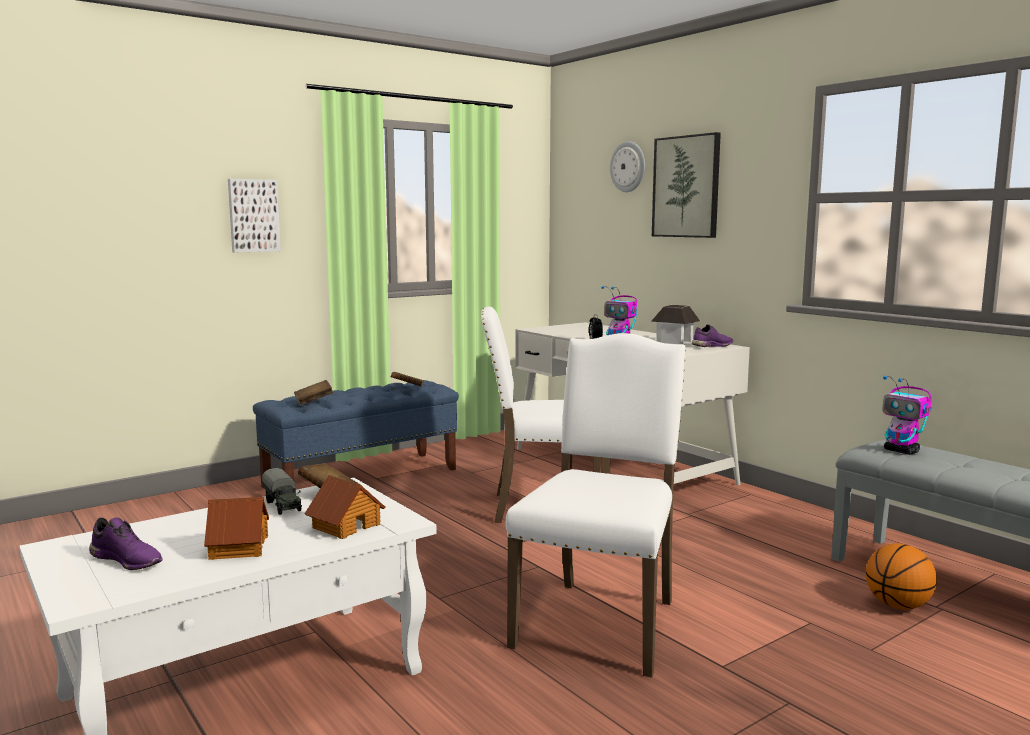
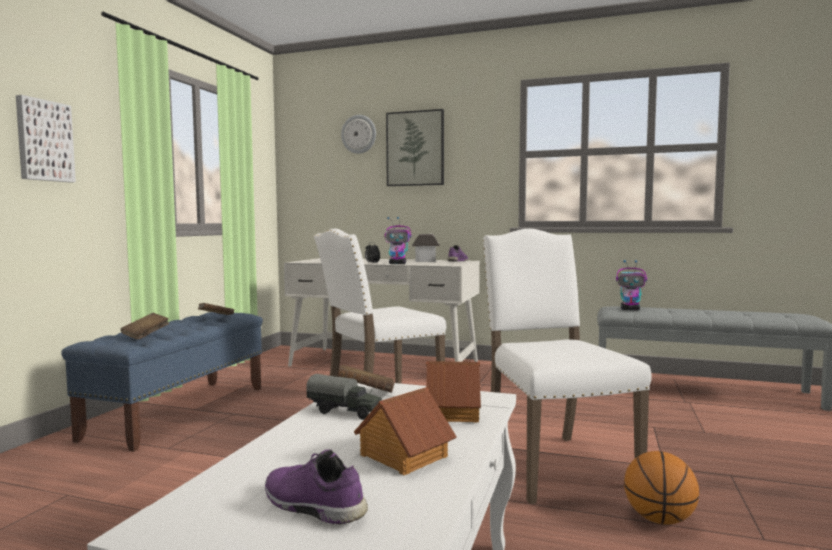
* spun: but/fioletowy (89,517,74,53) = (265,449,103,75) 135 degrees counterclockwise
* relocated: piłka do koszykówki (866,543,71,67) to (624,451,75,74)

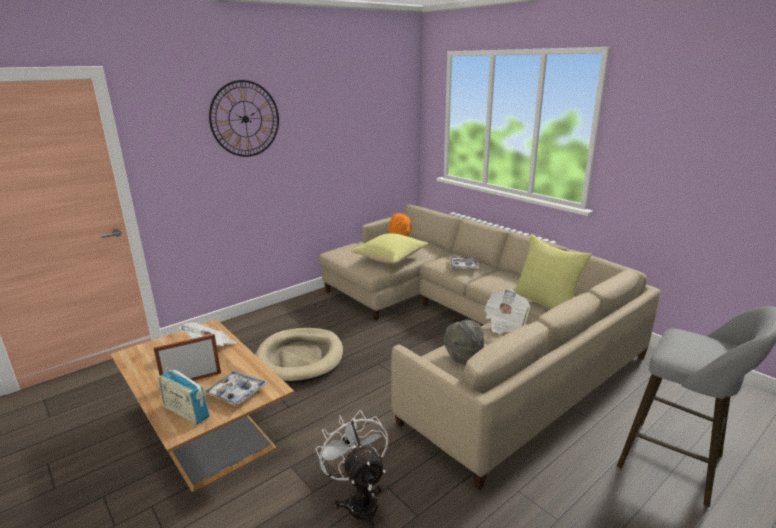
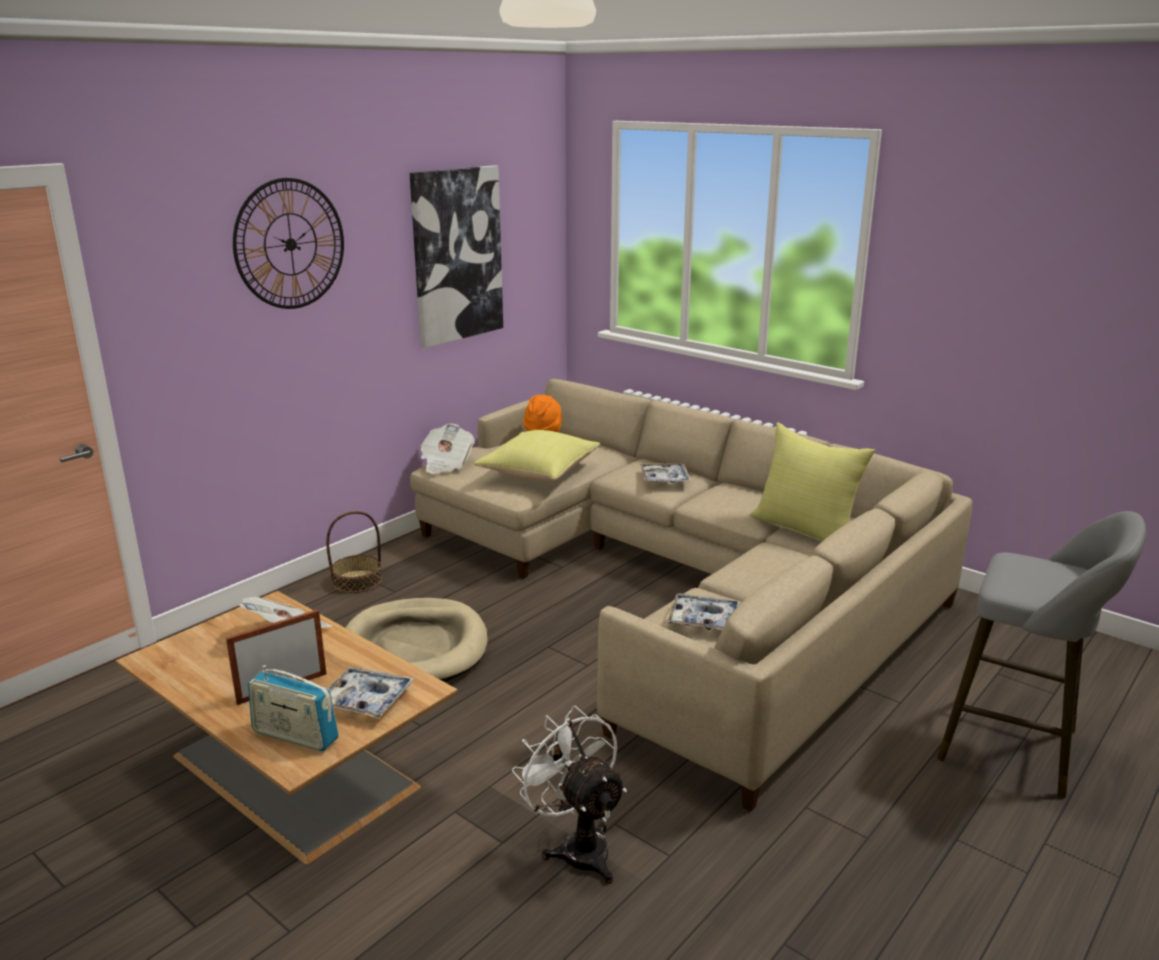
* exchanged: kapelusz/szary (443,320,41,45) to taca (665,593,76,37)
* relocated: gazeta (484,289,47,44) to (420,424,55,50)
* appeared: koszyk (326,511,56,82)
* appeared: obraz (410,165,93,183)

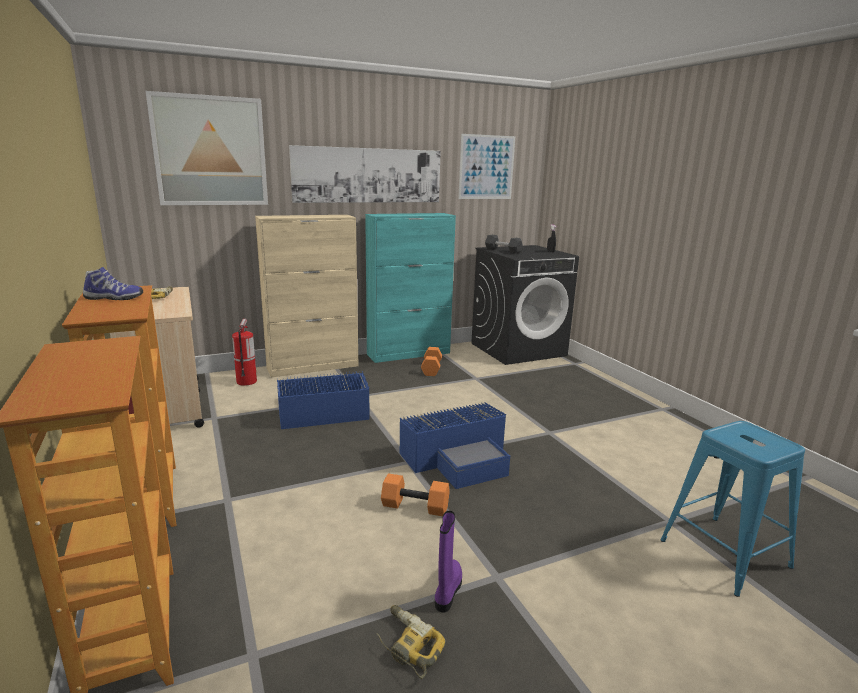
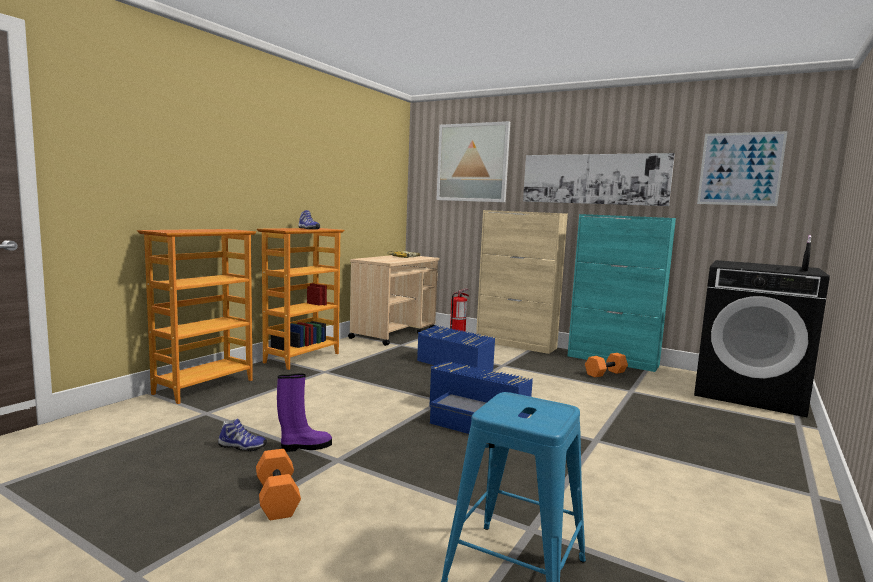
* exchanged: wiertarka (376,605,69,74) to but (218,418,49,33)
* relocated: hantel/pomarańczowy (381,473,69,43) to (256,449,45,71)
* missing: hantel/czarny (485,235,38,18)

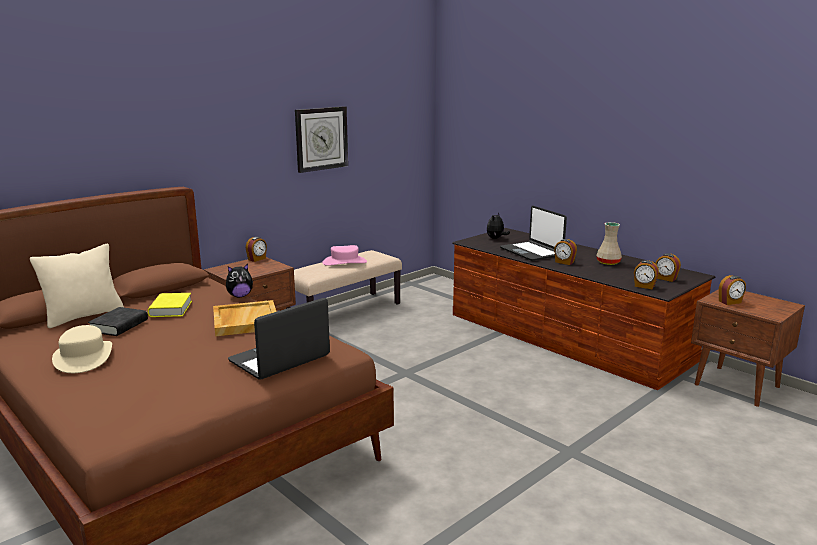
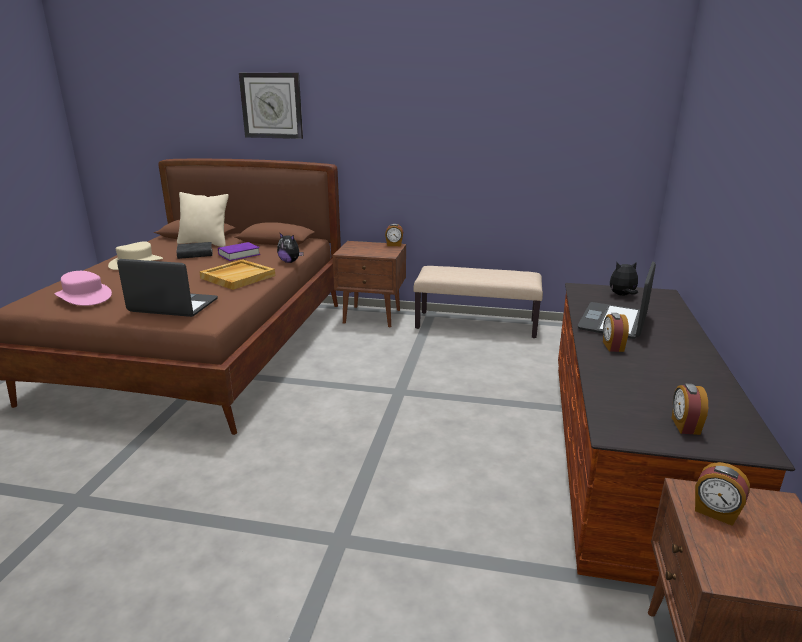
* colour: książka/żółty (148,293,44,24) to książka/fioletowy (218,242,42,19)
* relocated: zegar ścienny (295,106,53,67) to (239,73,64,66)
* relocated: kapelusz/różowy (322,245,45,21) to (54,271,58,35)
* missing: wazon/beżowy (596,222,26,43)
* missing: budzik (634,260,25,29)

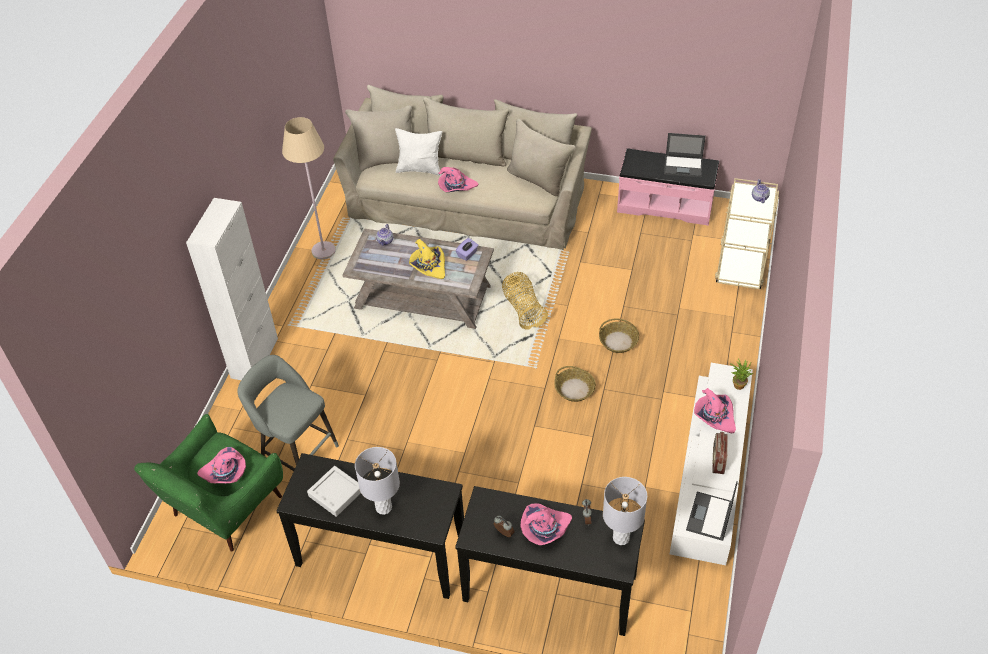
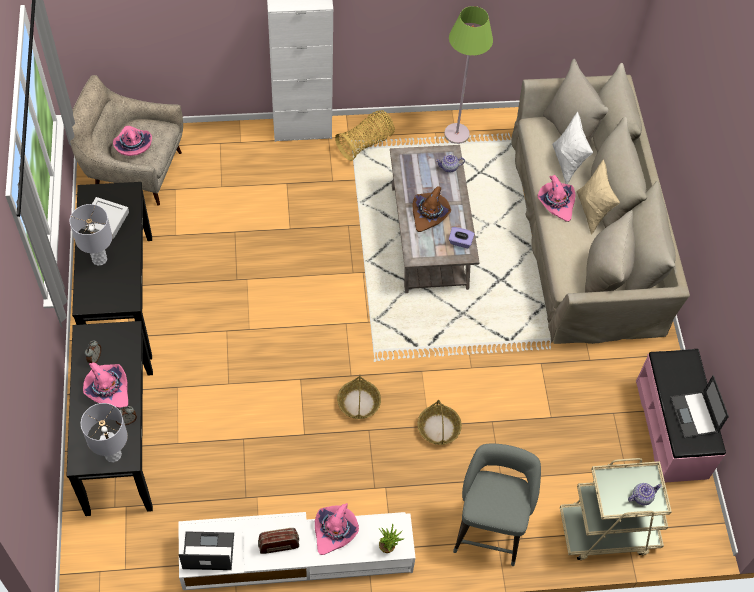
* colour: fotel/zielony (134,414,149,138) to fotel/beżowy (70,75,113,131)
* relocated: stołek/szary (237,355,102,116) to (453,444,88,122)
* colour: lampa stojąca/beżowy (282,117,54,143) to lampa stojąca/zielony (444,6,49,138)
* colour: kapelusz/żółty (409,239,36,40) to kapelusz/brązowy (413,186,38,46)
* relocated: koszyk (502,272,46,58) to (335,110,60,51)
* appeared: poduszka/beżowy (577,159,43,75)

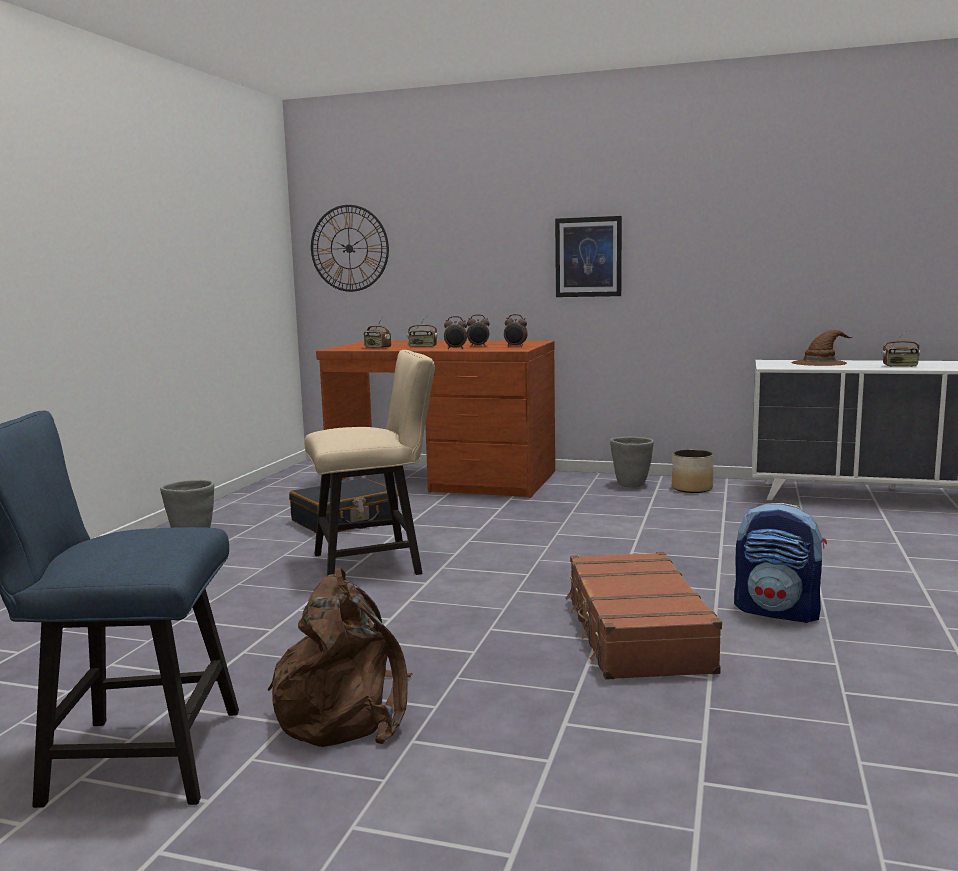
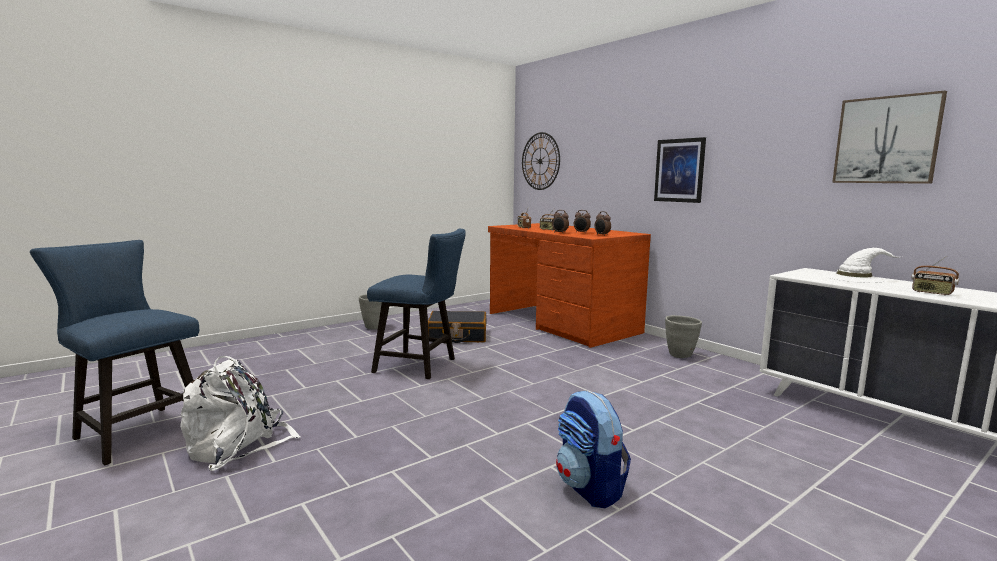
* colour: plecak/brązowy (268,568,145,179) to plecak/biały (180,356,121,115)
* colour: krzesło/beżowy (304,350,131,225) to krzesło/niebieski (367,229,99,150)
* missing: walizka/brązowy (565,552,157,128)
* missing: donica (672,449,41,44)
* colour: kapelusz/brązowy (791,330,63,36) to kapelusz/biały (824,248,75,35)
* appeared: obraz (832,91,115,93)

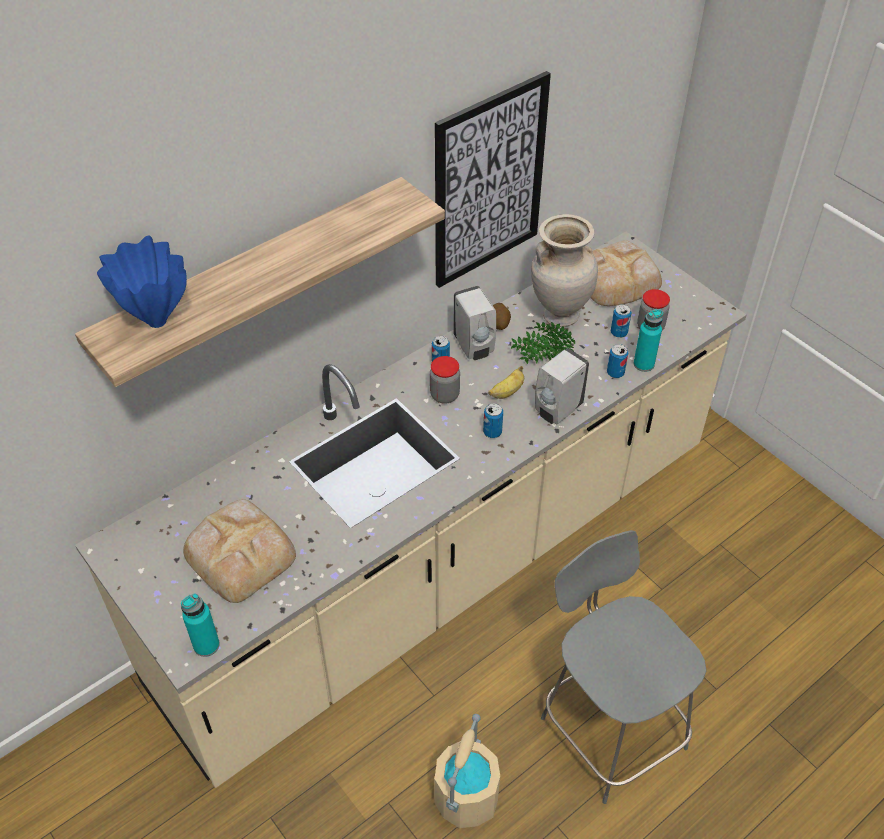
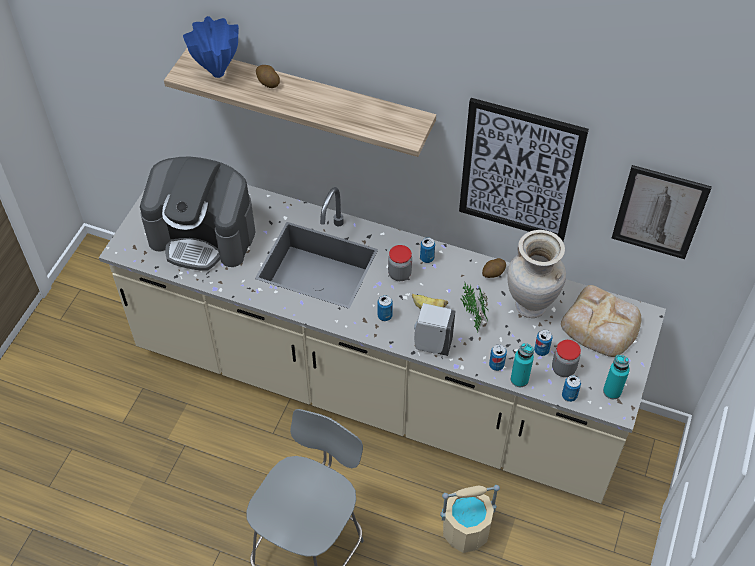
* relocated: butelka/turkusowy (181,593,39,64) to (603,355,27,44)
* exchanged: chleb (183,499,113,104) to ekspres do kawy (140,157,115,114)
* relocated: wiadro/beżowy (434,714,66,114) to (440,485,60,68)
* missing: dozownik mydła/biały (453,286,43,74)
* appeared: ziemniak (256,65,24,23)
* appeared: puszka (562,375,19,27)
* appeared: obraz (612,165,100,94)

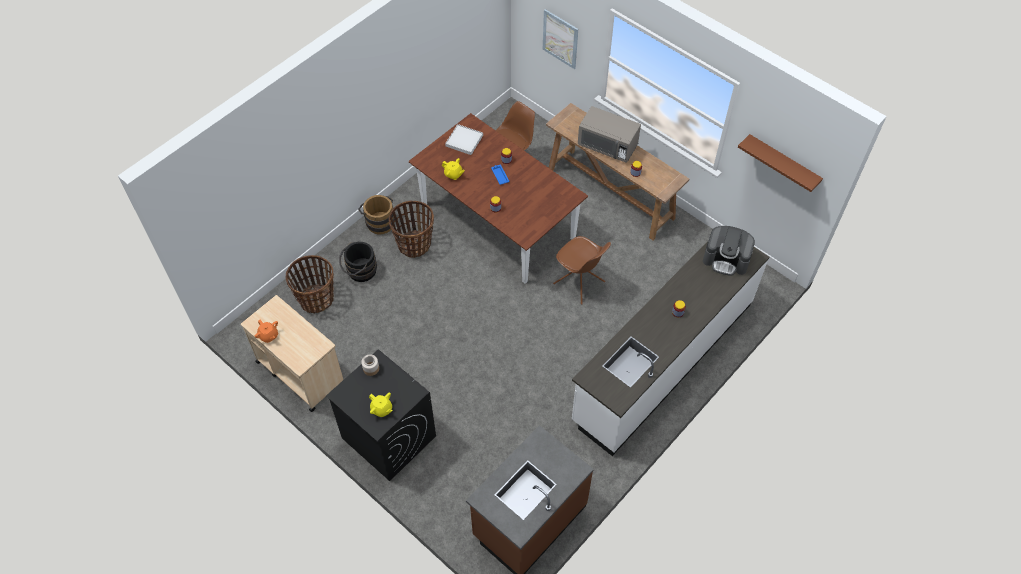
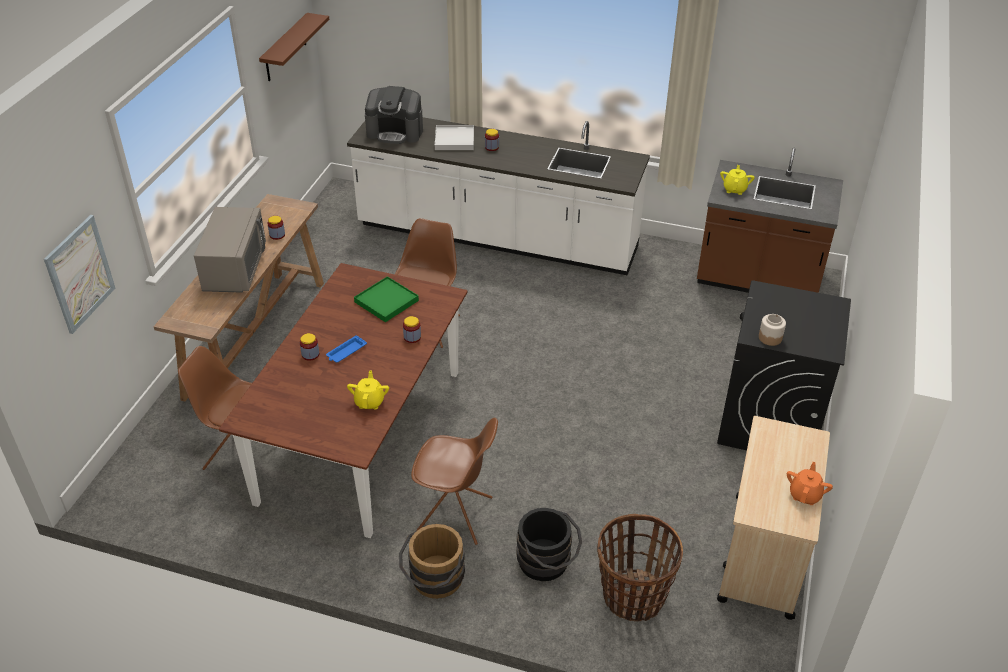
* relocated: imbryk/żółty (369,392,23,25) to (720,165,35,30)
* exchanged: koszyk (389,201,45,57) to krzesło/brązowy (411,418,87,127)
* relocated: taca/biały (445,124,38,31) to (435,125,39,25)
* spun: ekspres do kawy (703,226,52,50) = (365,86,58,58) 105 degrees clockwise
* appeared: taca/zielony (354,276,65,46)

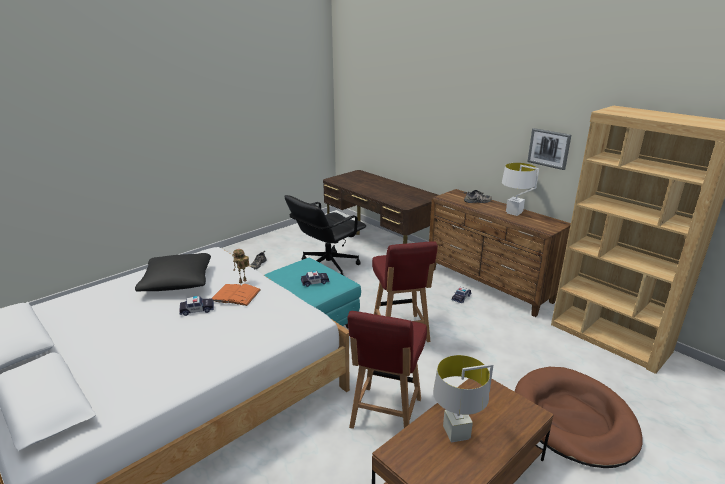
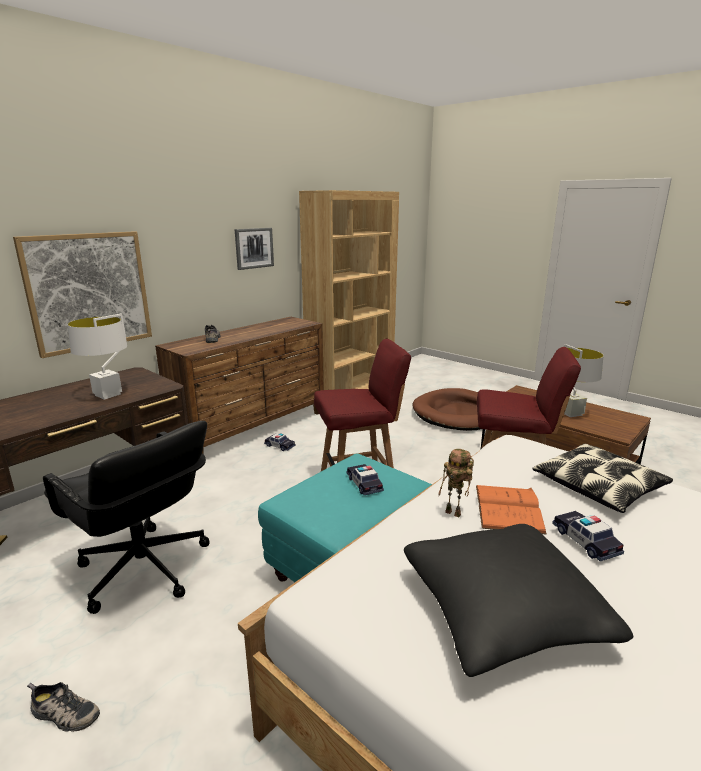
* relocated: lampa stołowa/biały (502,163,37,53) to (68,313,59,87)
* appeared: obraz (13,231,139,127)
* appeared: poduszka (532,444,141,69)

